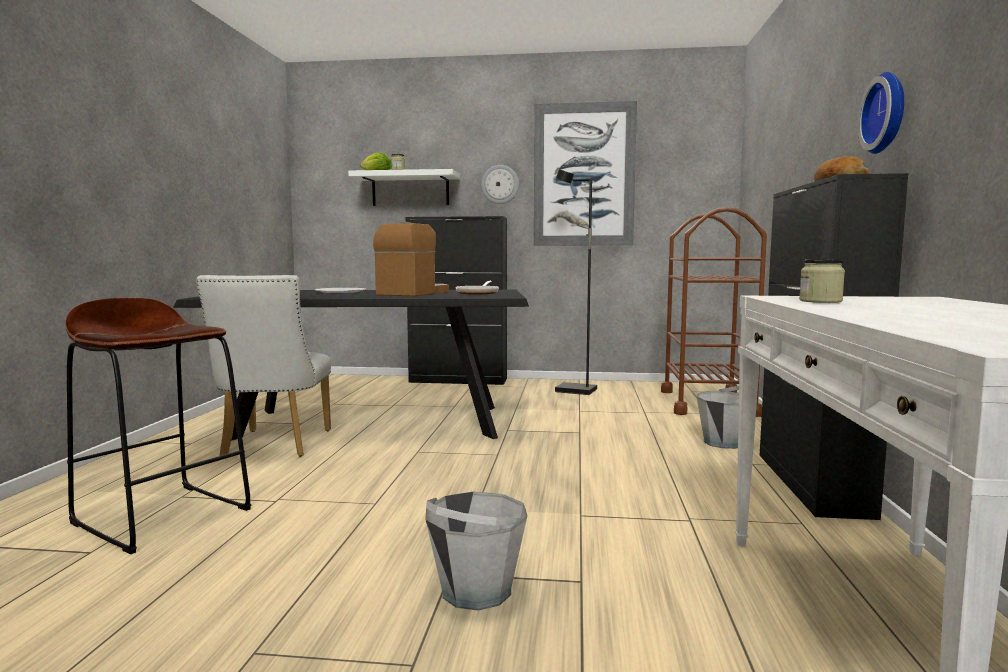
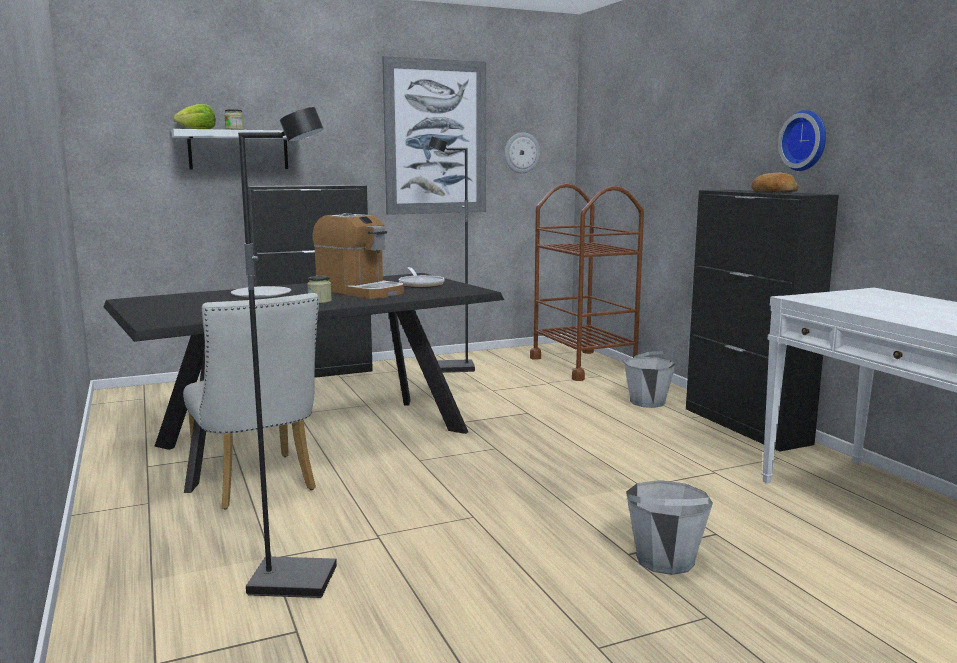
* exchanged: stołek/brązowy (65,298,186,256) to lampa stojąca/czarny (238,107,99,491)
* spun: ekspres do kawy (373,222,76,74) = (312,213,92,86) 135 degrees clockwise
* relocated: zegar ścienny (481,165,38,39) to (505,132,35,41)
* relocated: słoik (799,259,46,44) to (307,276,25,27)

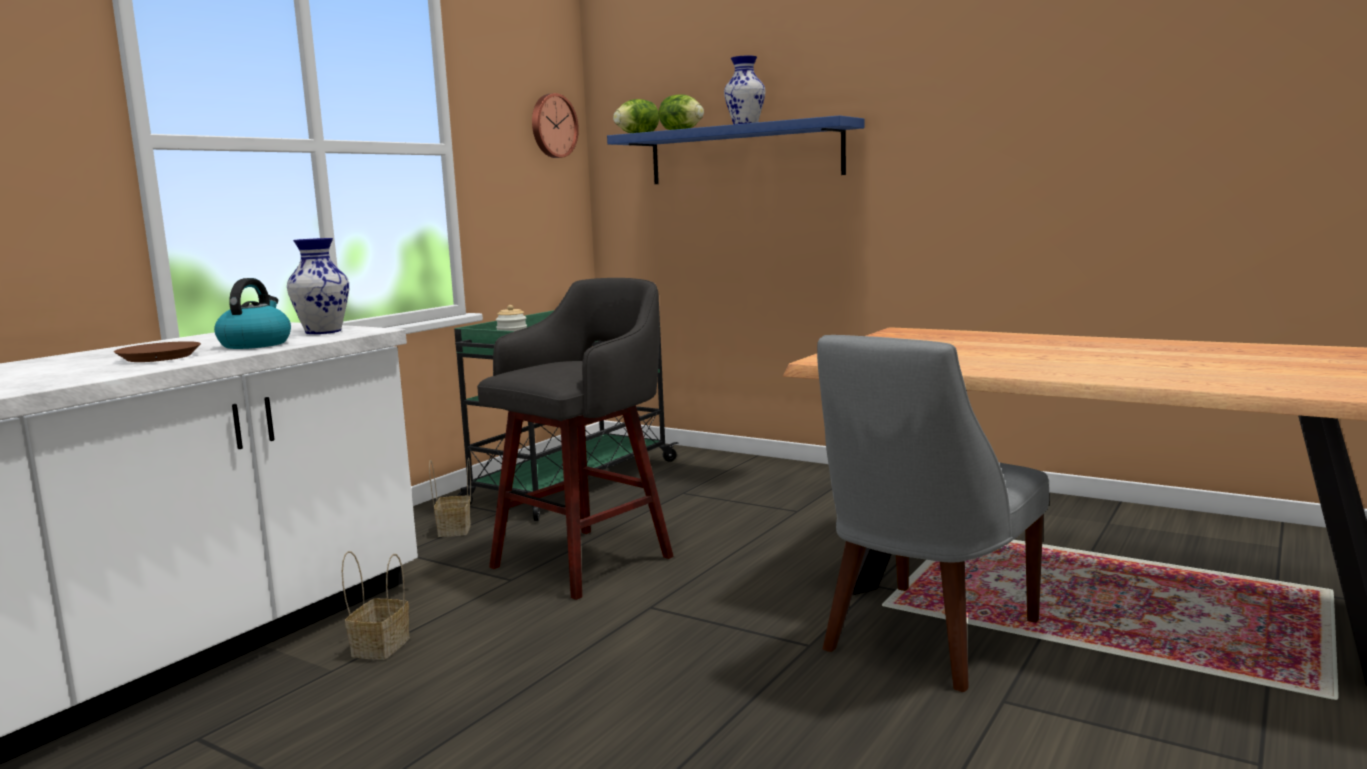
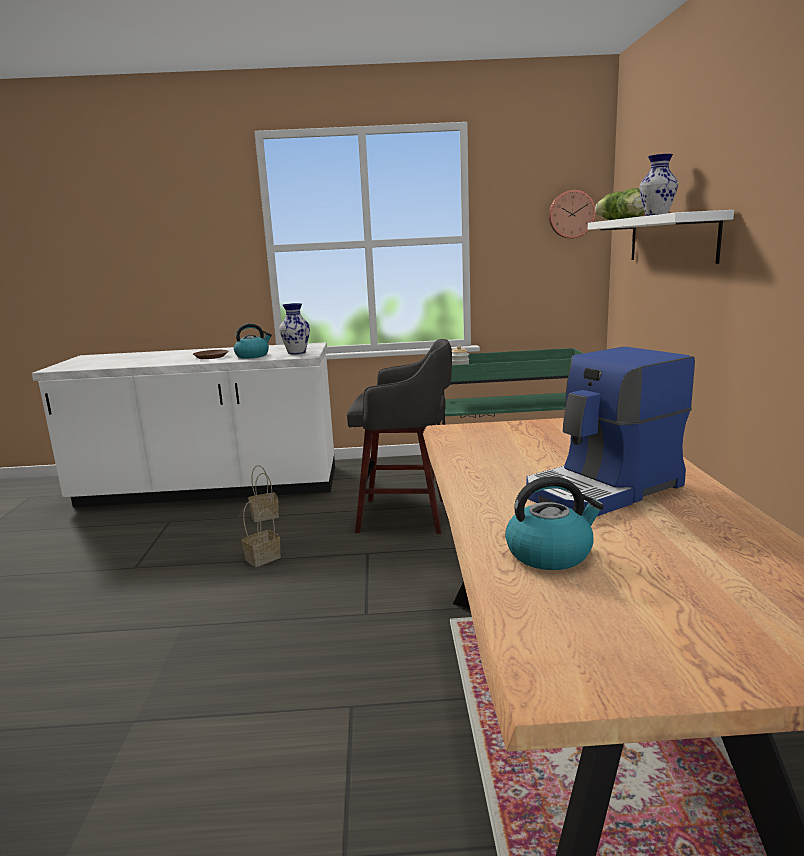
* relocated: koszyk (429,458,42,79) to (241,501,40,66)
* colour: półka/niebieski (607,115,257,69) to półka/biały (588,210,146,54)
* missing: krzesło/szary (817,335,232,357)
* appeared: czajnik (505,476,99,94)
* appeared: ekspres do kawy (526,347,169,169)

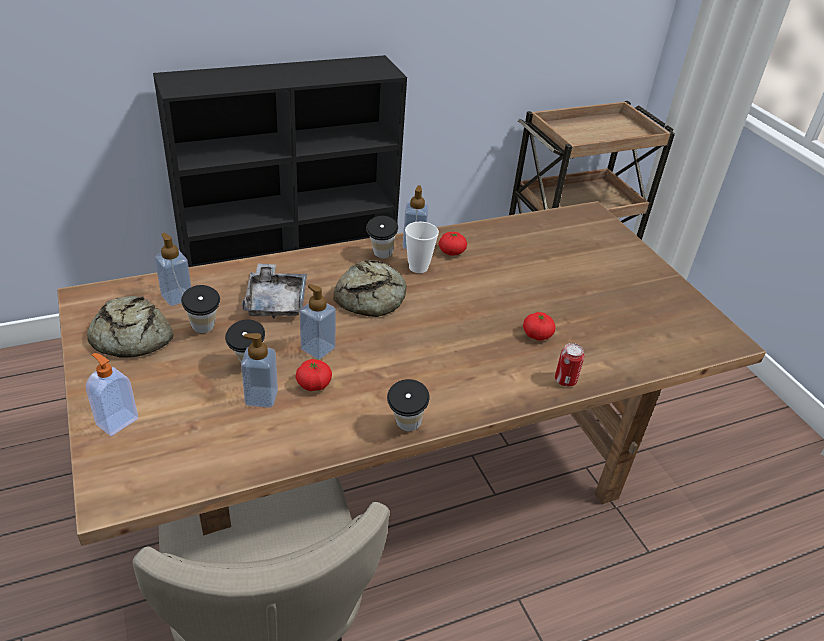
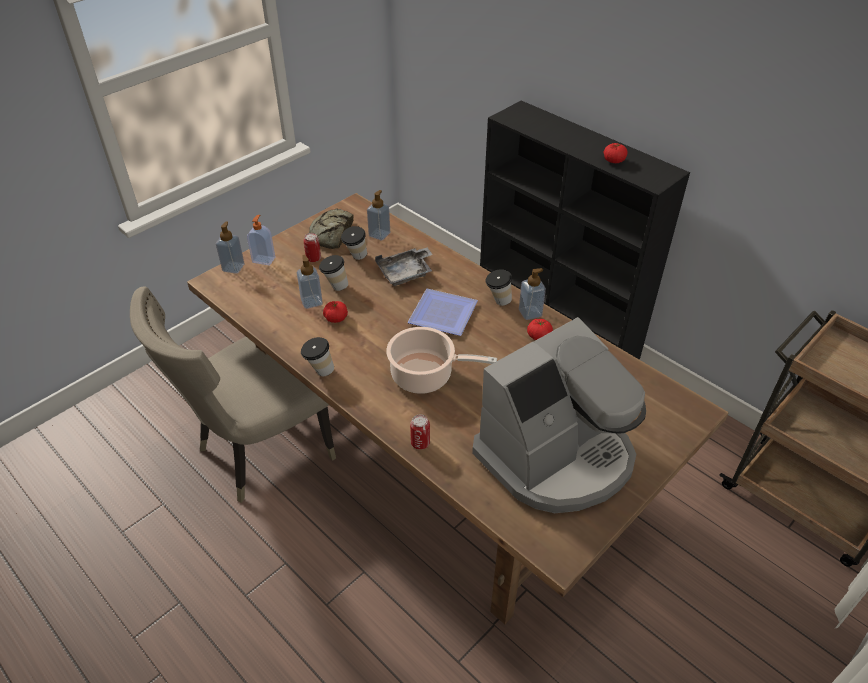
* relocated: dozownik mydła (300,284,36,75) to (216,222,28,52)
* exchanged: chleb (333,260,74,57) to talerz (408,289,70,47)
* missing: filiżanka (405,222,34,51)
* relocated: pomidor (523,312,32,28) to (604,143,24,20)
* appeared: puszka (304,233,17,29)
* appeared: garnek (386,327,111,67)
* appeared: ekspres do kawy (472,317,174,196)

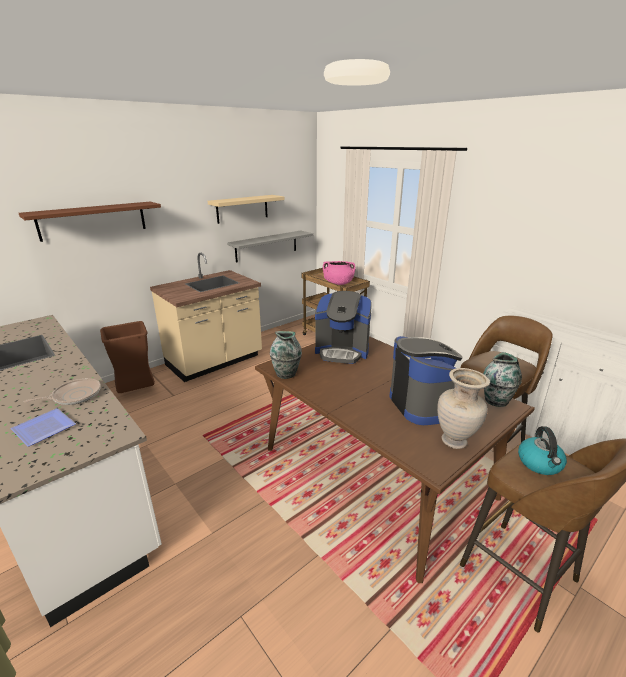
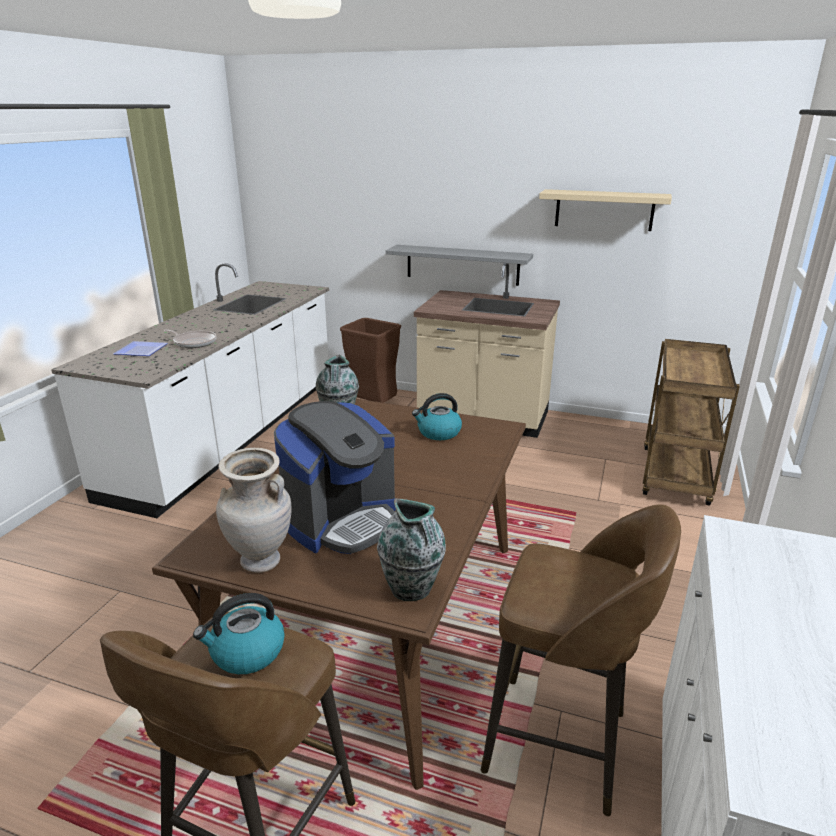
* missing: półka/brązowy (19,202,142,40)
* relocated: półka/szary (227,231,86,32) to (386,245,147,41)
* exchanged: ekspres do kawy (315,291,57,73) to czajnik (412,393,50,47)
* missing: garnek/różowy (323,261,32,24)

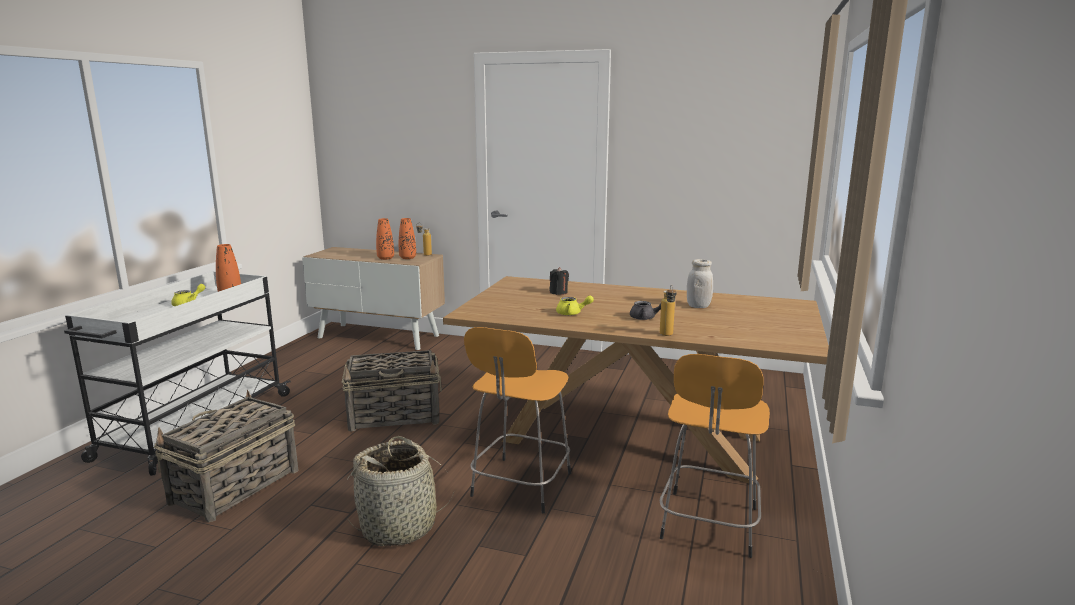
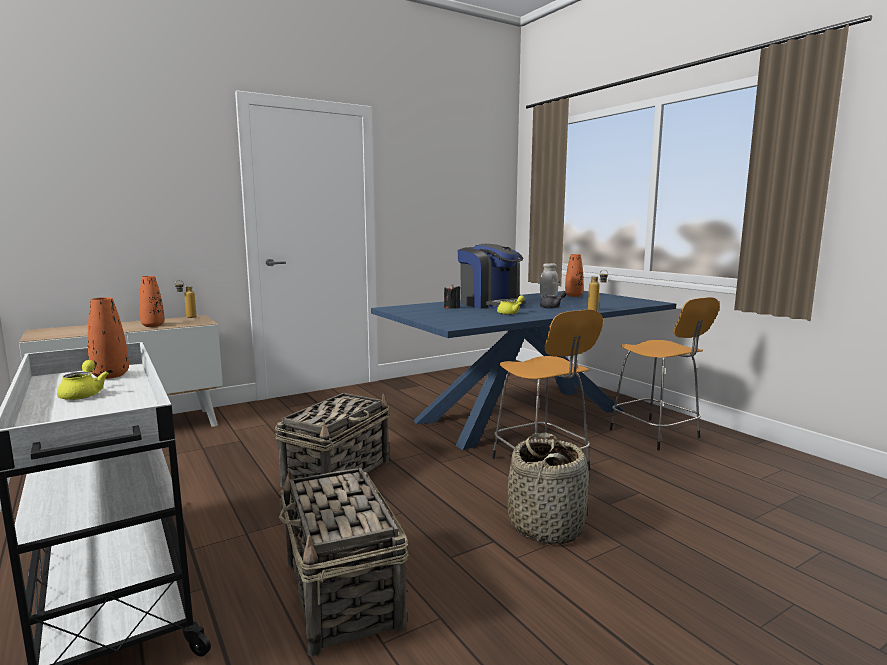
* relocated: wazon/pomarańczowy (399,218,17,41) to (565,254,19,43)
* colour: stół jadalny/brązowy (443,276,386,209) to stół jadalny/niebieski (371,291,305,159)
* appeared: ekspres do kawy (458,244,68,65)

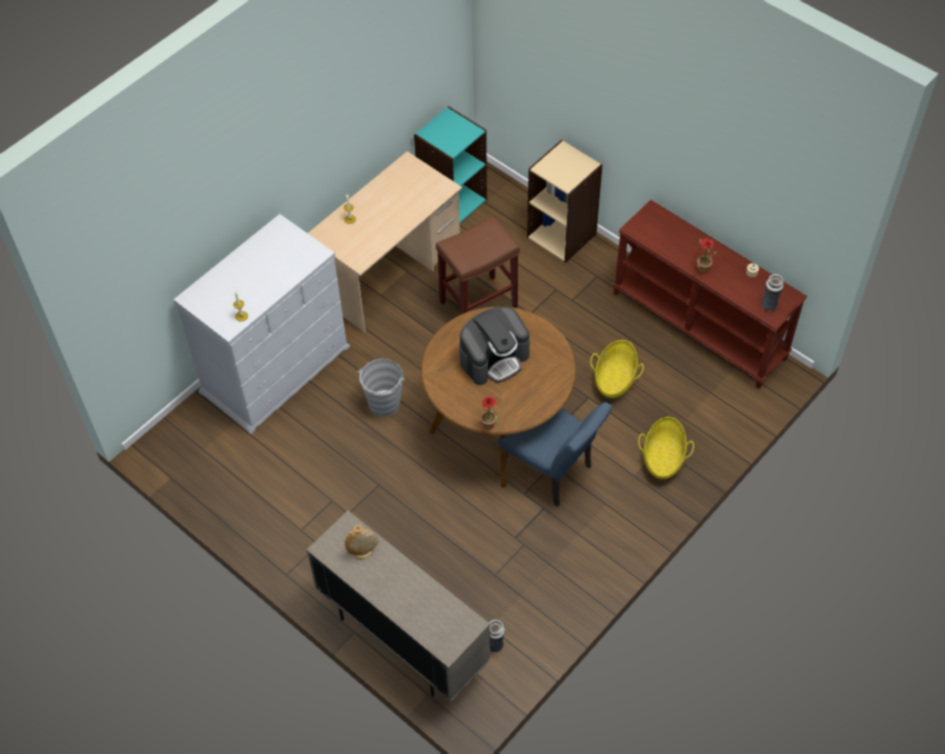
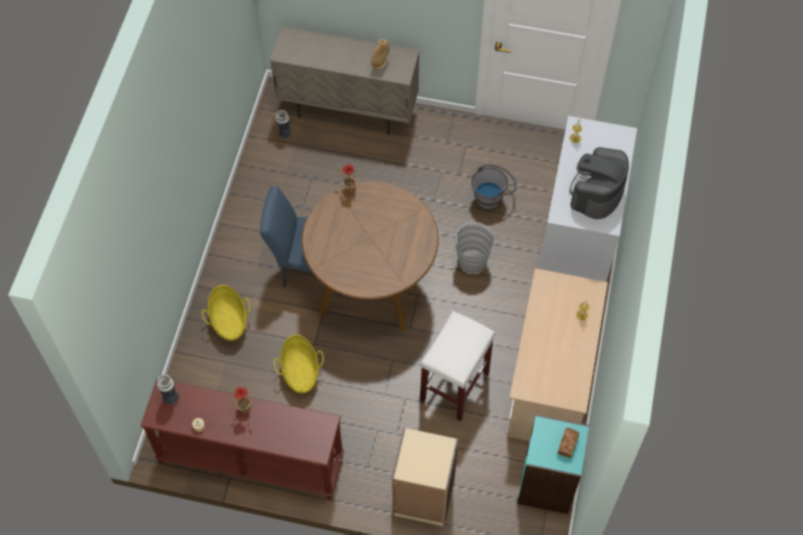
* colour: stołek/brązowy (436,216,84,99) to stołek/biały (420,311,75,110)
* relocated: ekspres do kawy (459,307,71,78) to (569,147,60,72)
* appeared: wiadro/szary (471,164,46,45)
* appeared: chleb (558,428,21,30)

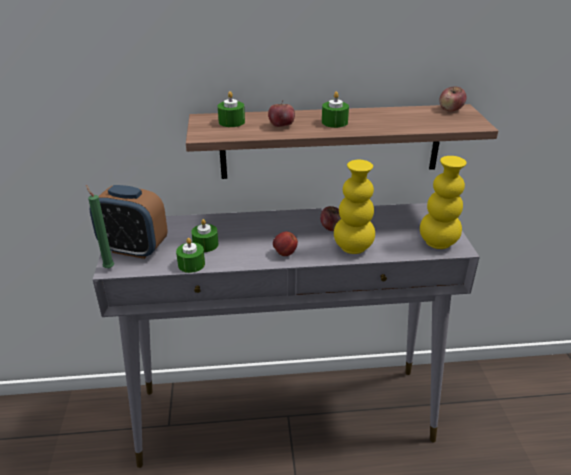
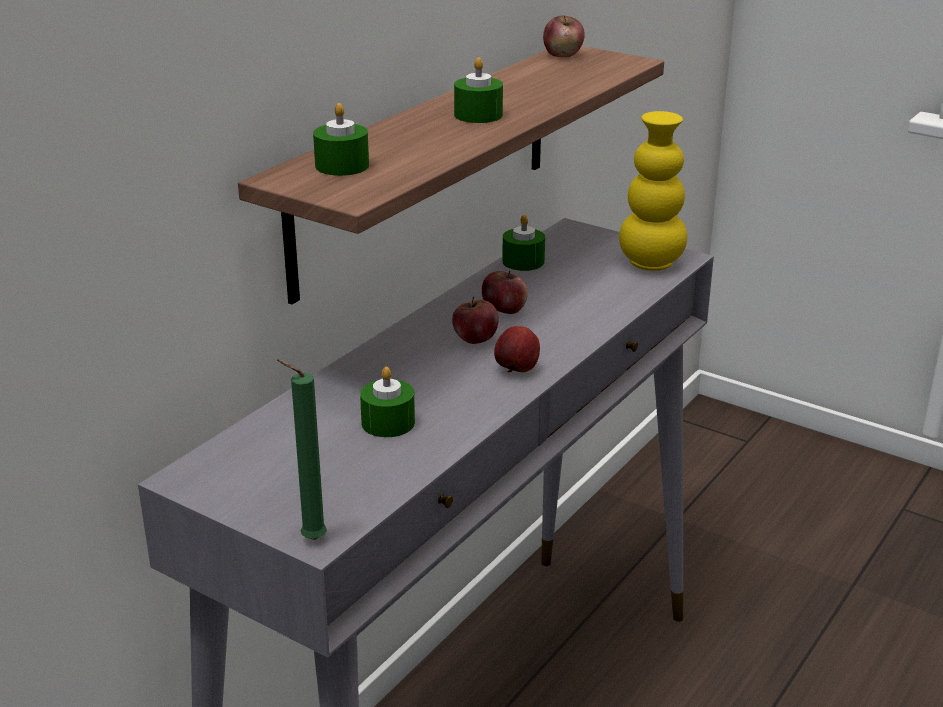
* missing: budzik (89,185,78,74)
* relocated: świeca/zielony (176,238,29,35) to (502,215,43,56)
* relocated: jabłko (268,100,27,27) to (452,296,47,48)
* missing: wazon/żółty (334,160,41,94)

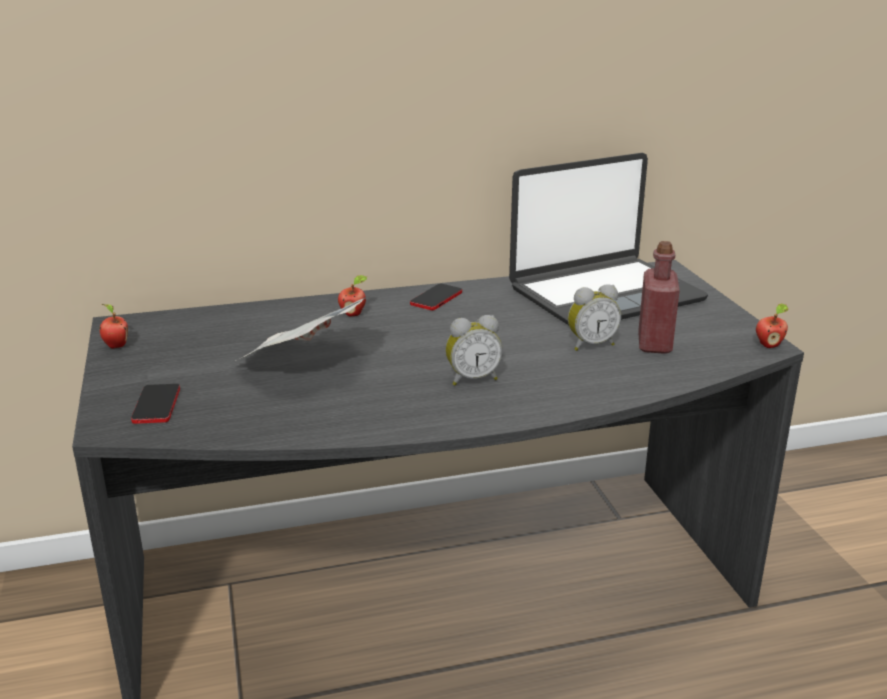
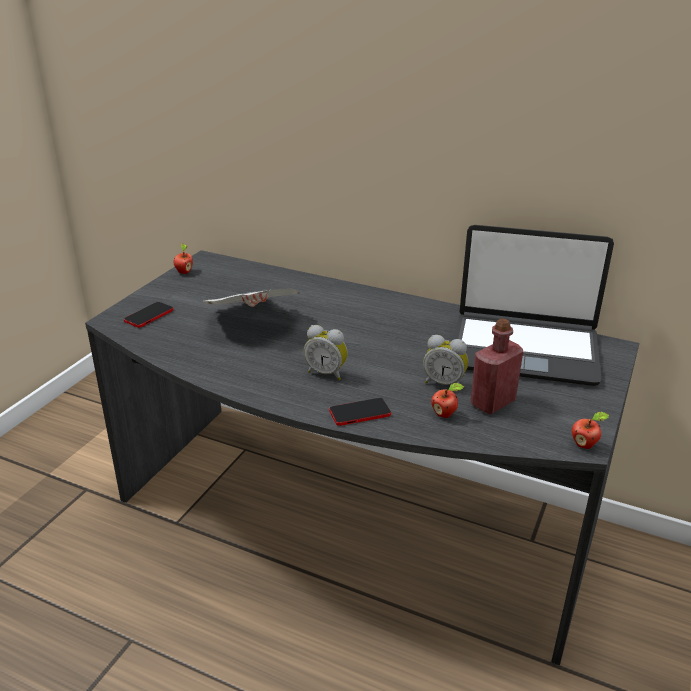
* relocated: jabłko (338,275,29,41) to (431,383,33,35)
* relocated: telefon (410,284,52,26) to (329,398,62,28)

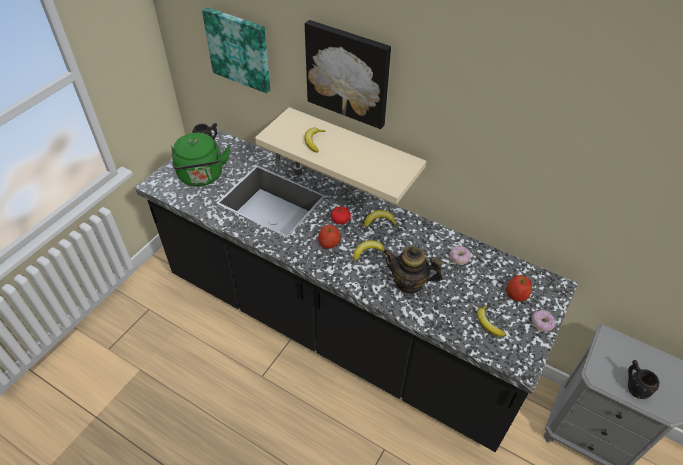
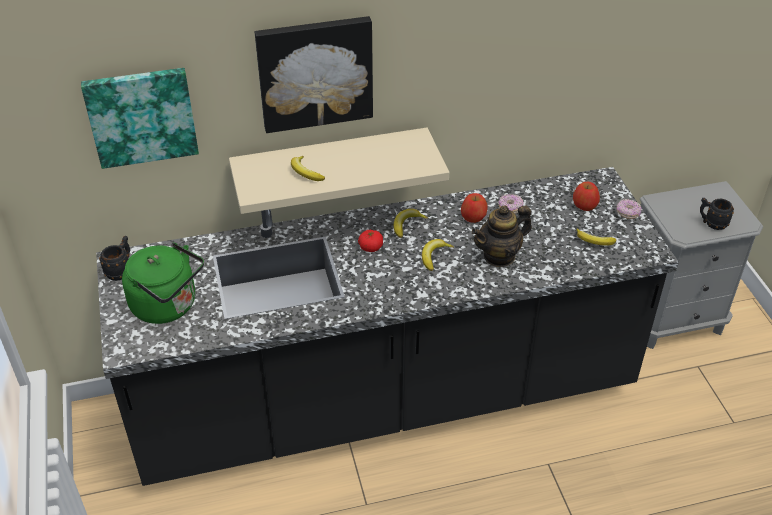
* relocated: jabłko (318,225,23,24) to (461,193,27,30)

